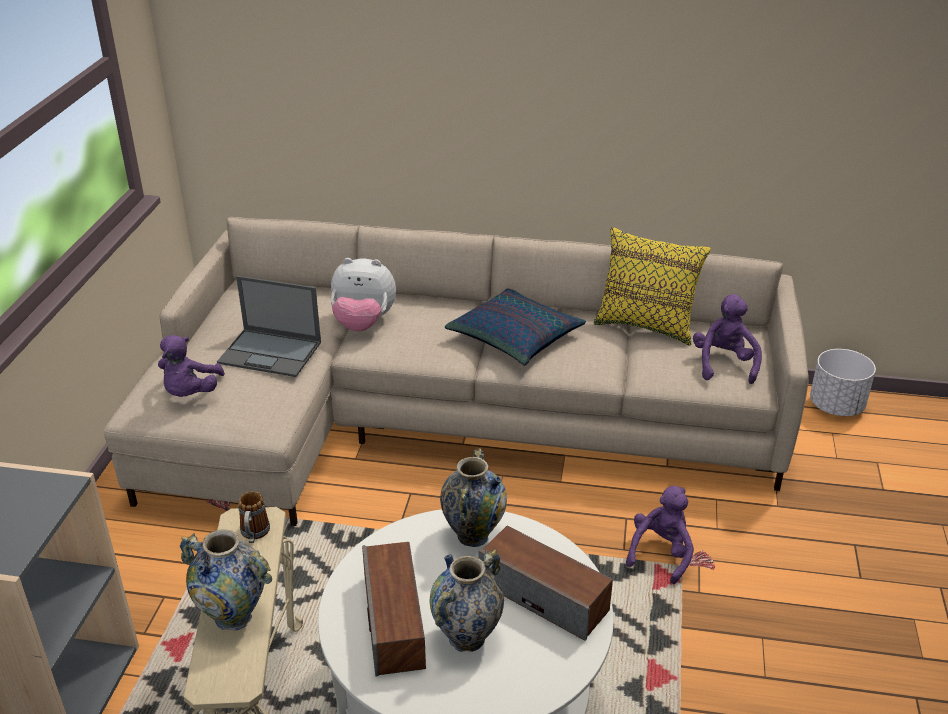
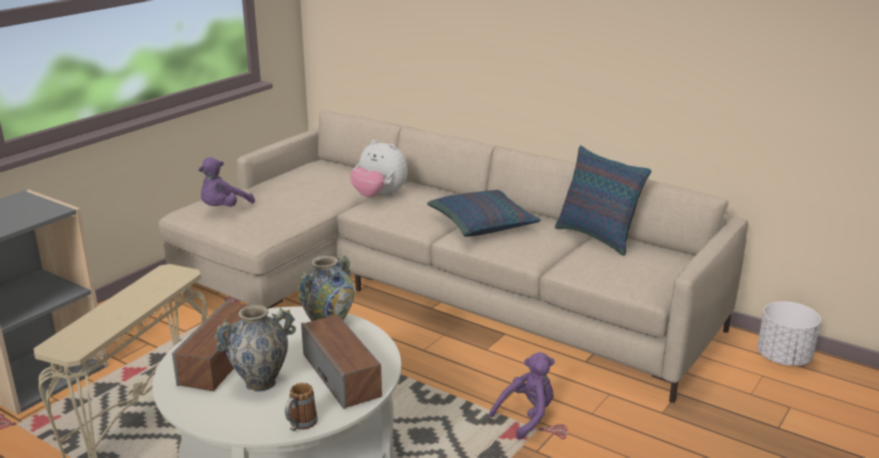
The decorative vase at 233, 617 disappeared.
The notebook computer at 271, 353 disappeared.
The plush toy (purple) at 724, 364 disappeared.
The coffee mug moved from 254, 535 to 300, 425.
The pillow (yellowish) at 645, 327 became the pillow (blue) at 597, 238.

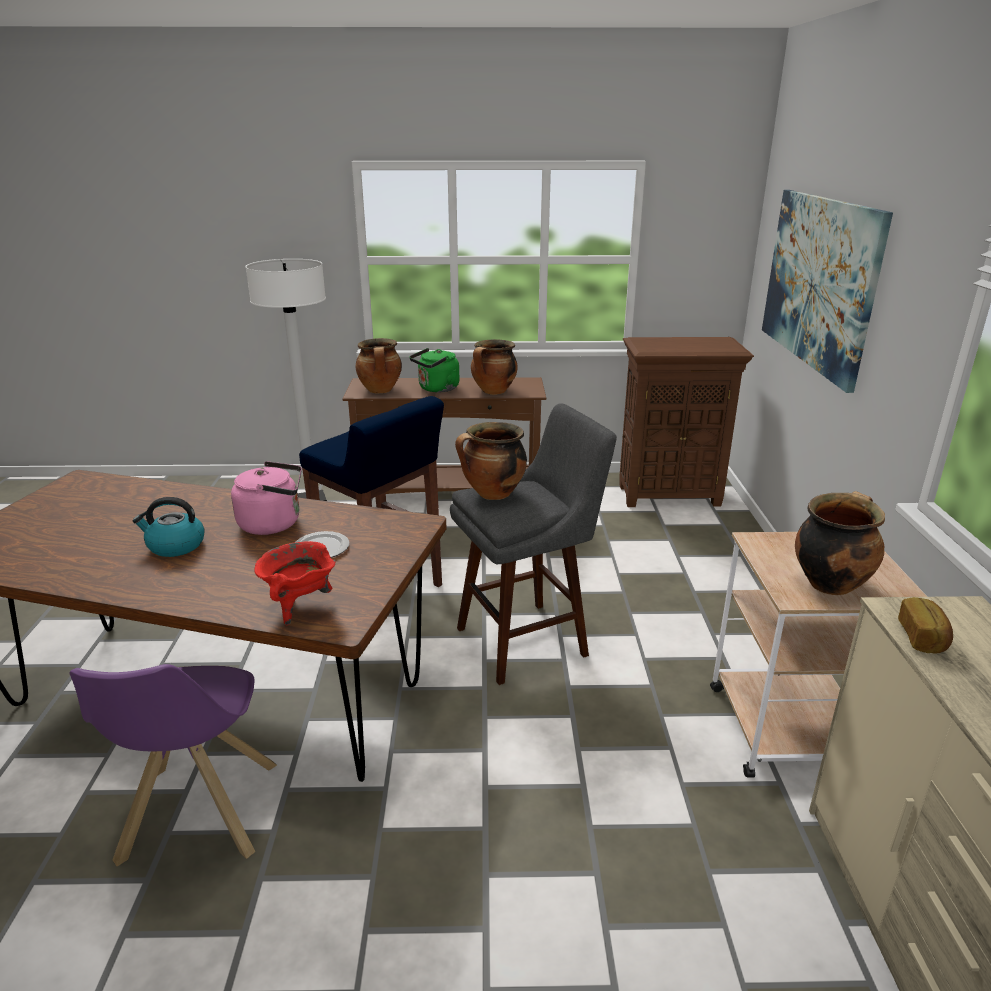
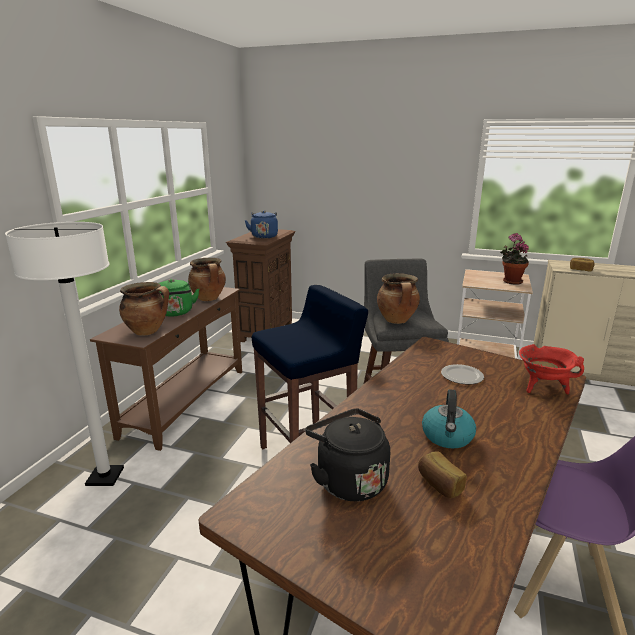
The water kettle (pink-coloured) at 274, 523 disappeared.
The wall picture at 819, 282 disappeared.
The water kettle (blue) at 264, 236 appeared.
The water kettle (black-coloured) at 348, 480 appeared.
The bread at 439, 485 appeared.
The stockpot at 830, 583 was replaced by the houseplant at 510, 282.

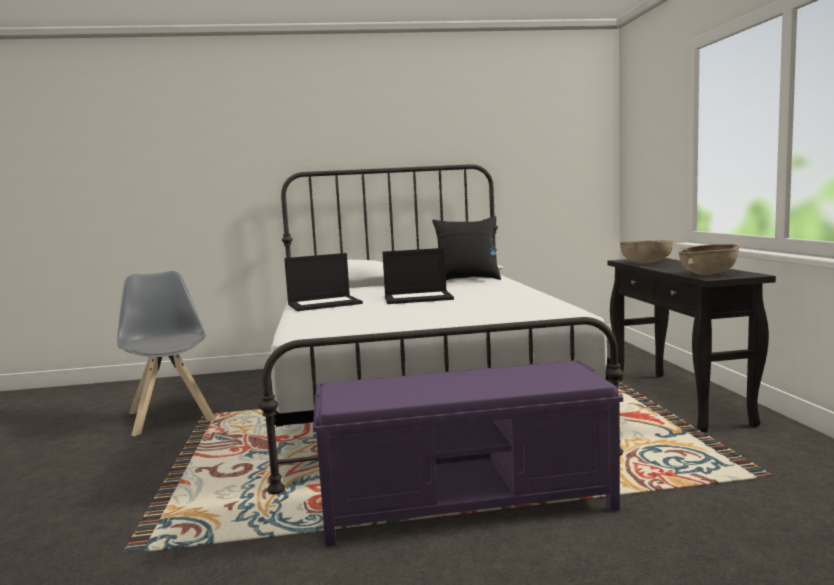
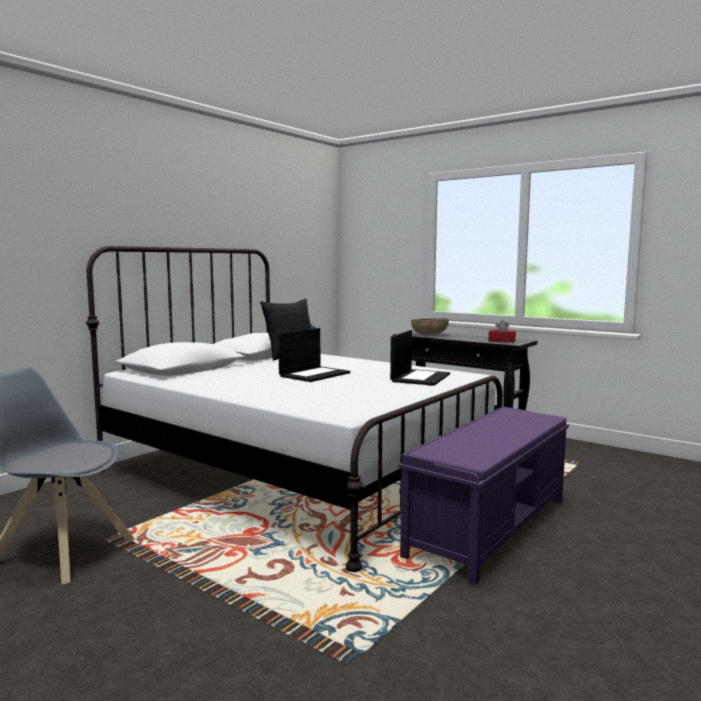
The notebook computer moved from 325, 304 to 420, 377.
The deep dish (brownish) at 709, 274 was replaced by the box of tissues (reddish) at 501, 341.

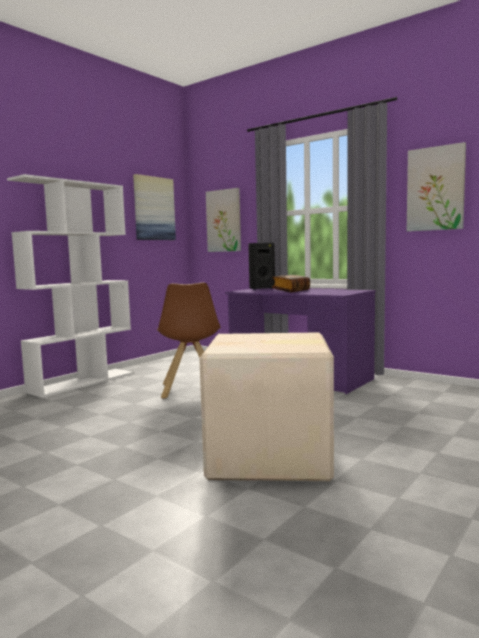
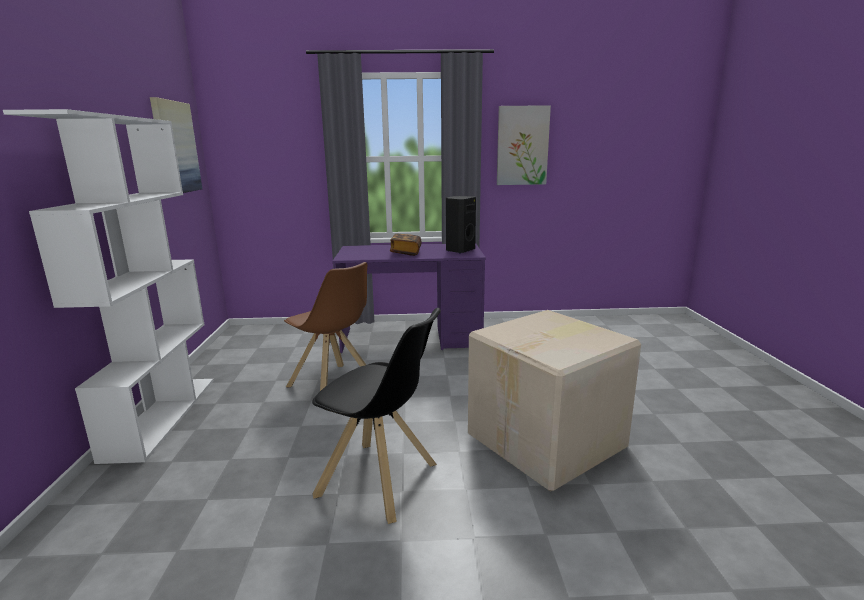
The wall picture at 224, 221 disappeared.
The plain chair (black-coloured) at 380, 480 appeared.
The speaker (black-coloured) moved from 261, 289 to 459, 250.

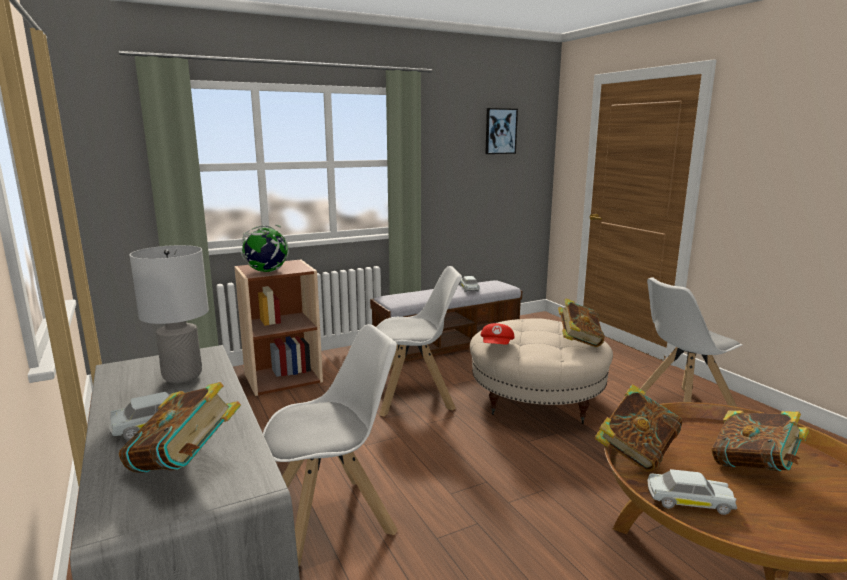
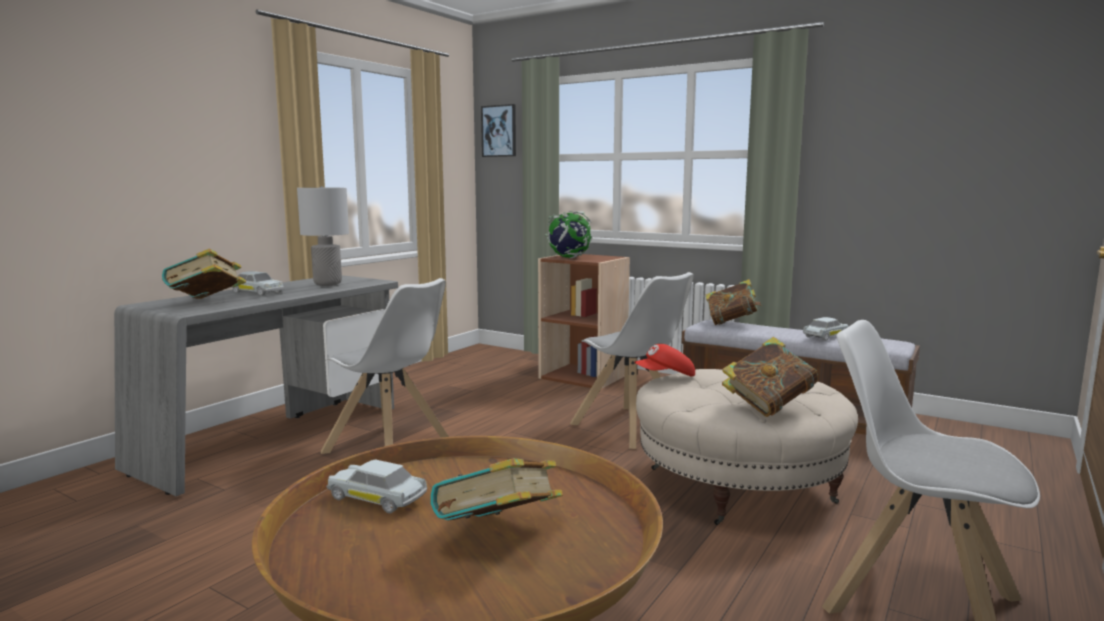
The wall picture moved from 500, 131 to 499, 131.
The book moved from 636, 453 to 731, 323.
The toy car (white) at 689, 501 turned 135 degrees clockwise.

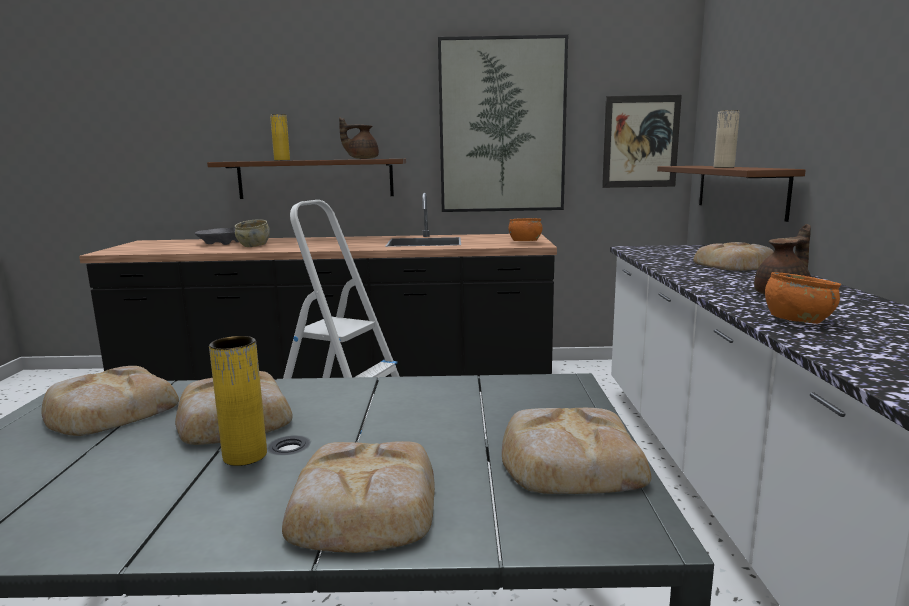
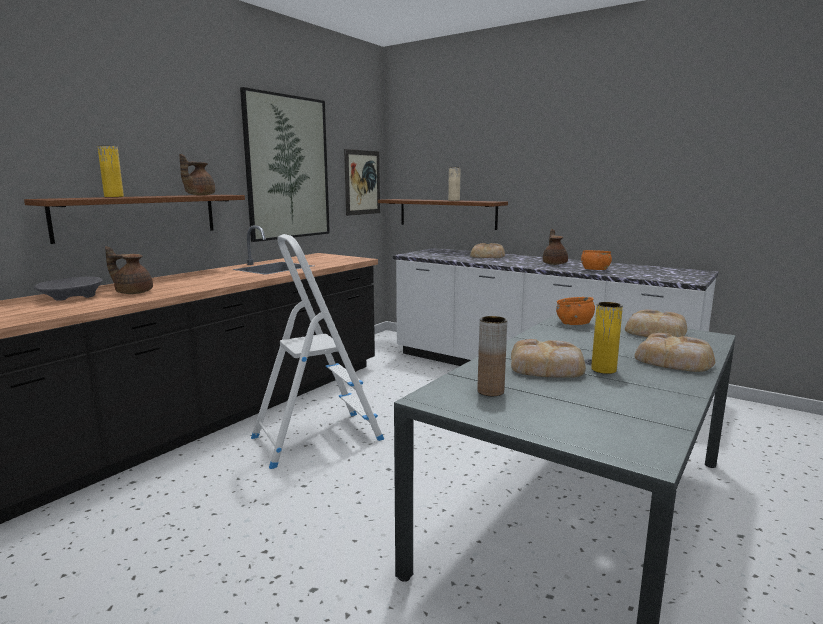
The deep dish (orangey) moved from 525, 242 to 574, 323.
The bread at 109, 411 was replaced by the decorative vase (brownish) at 490, 391.
The deep dish (beige) at 253, 245 was replaced by the tea pot (brownish) at 133, 292.

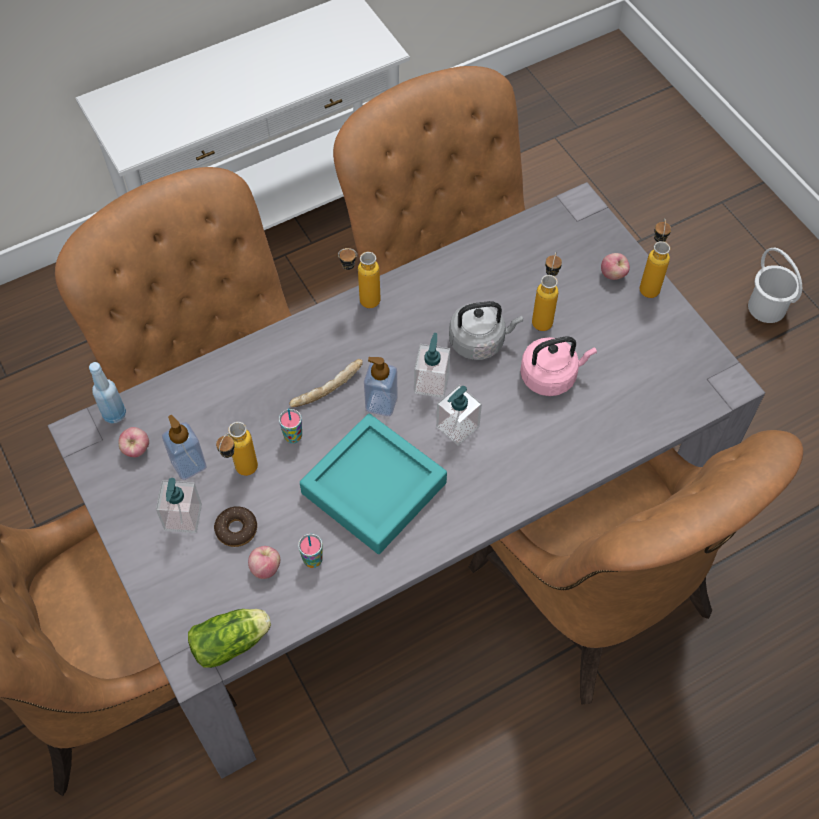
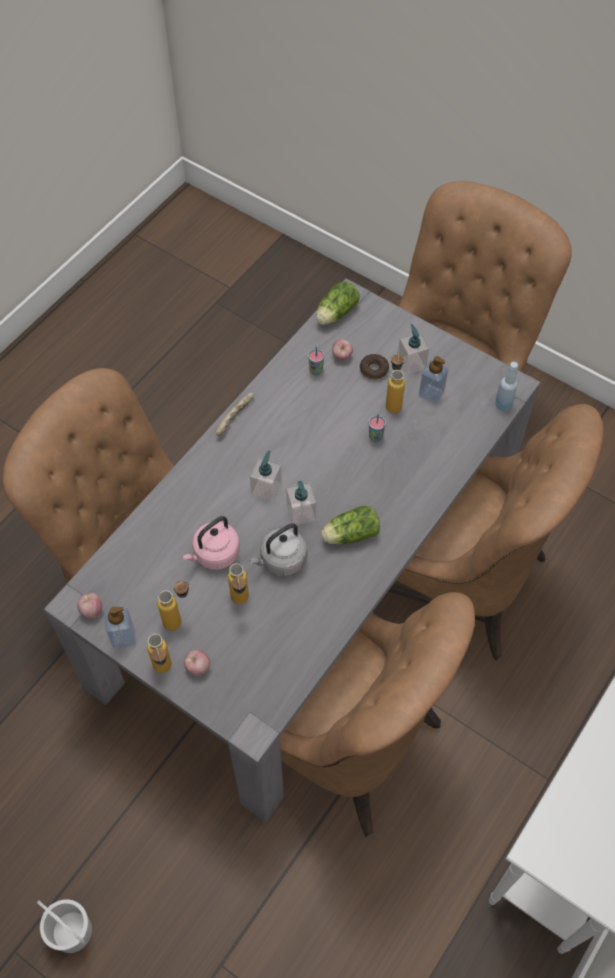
The carrying tray (blue-green) at 374, 488 disappeared.
The lettuce at 349, 535 appeared.
The whole apple moved from 136, 449 to 92, 610.
The bread moved from 326, 387 to 235, 417.
The bottle moved from 361, 301 to 179, 619.
The soap dispenser moved from 381, 403 to 123, 637.

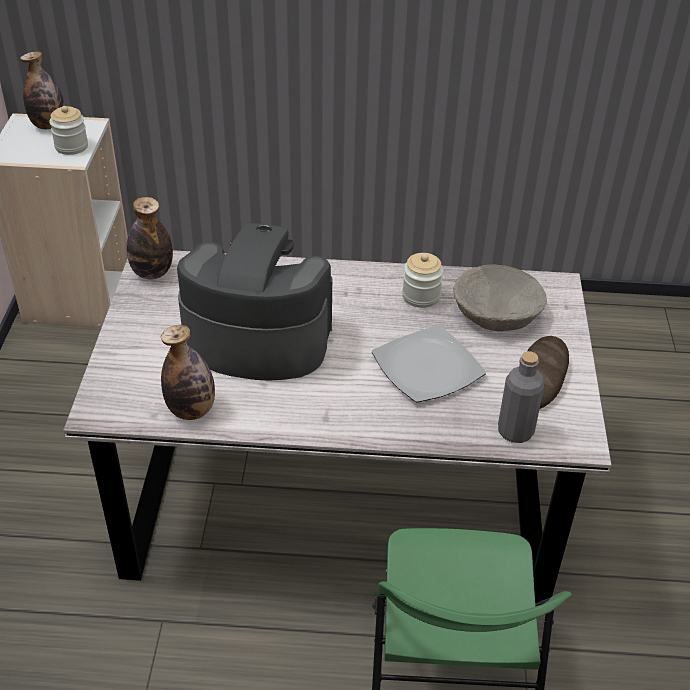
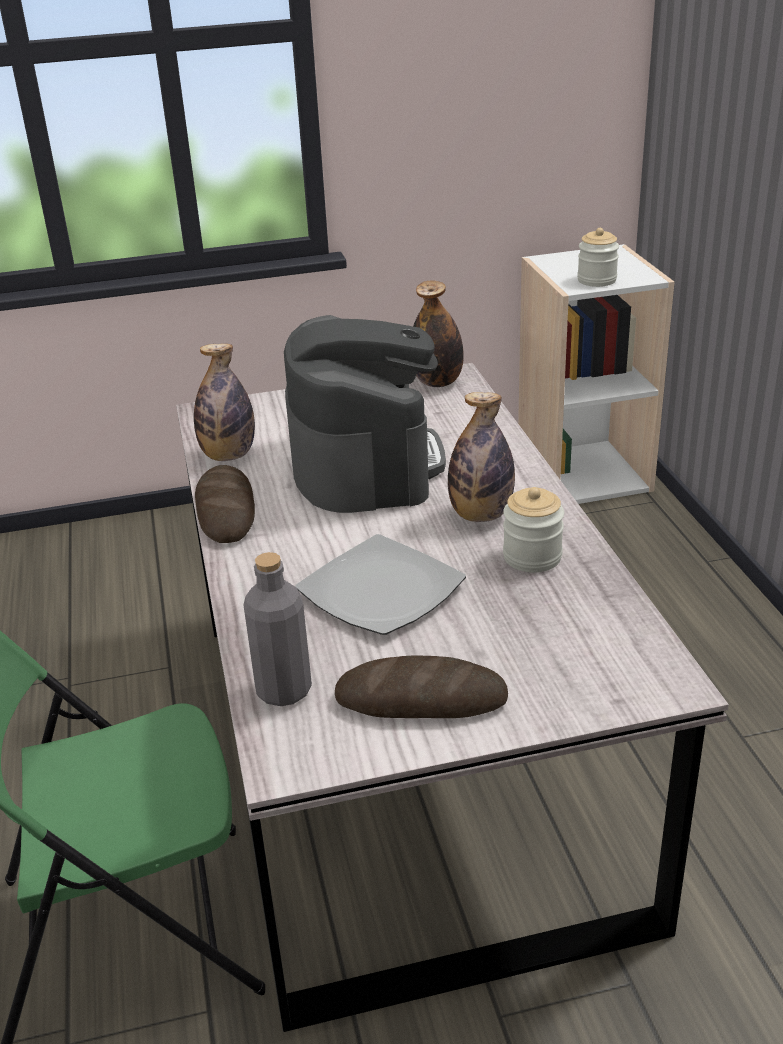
The deep dish (beige) at 496, 312 disappeared.
The bread at 226, 510 appeared.
The bottle moved from 49, 125 to 480, 515.

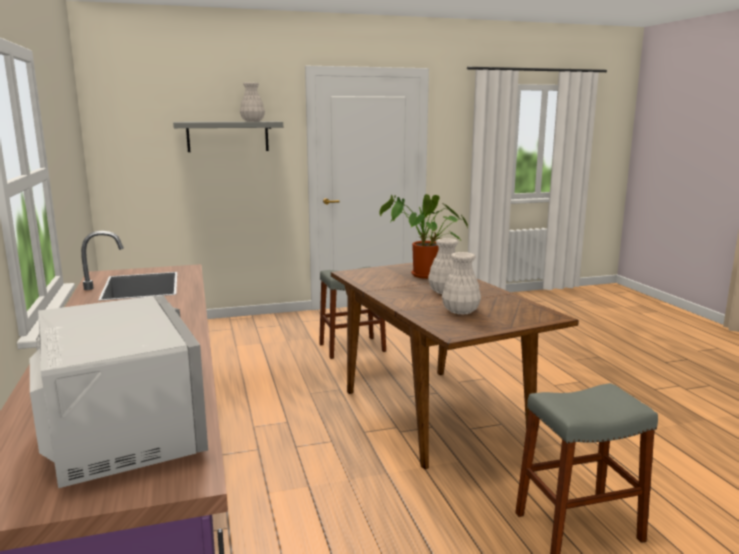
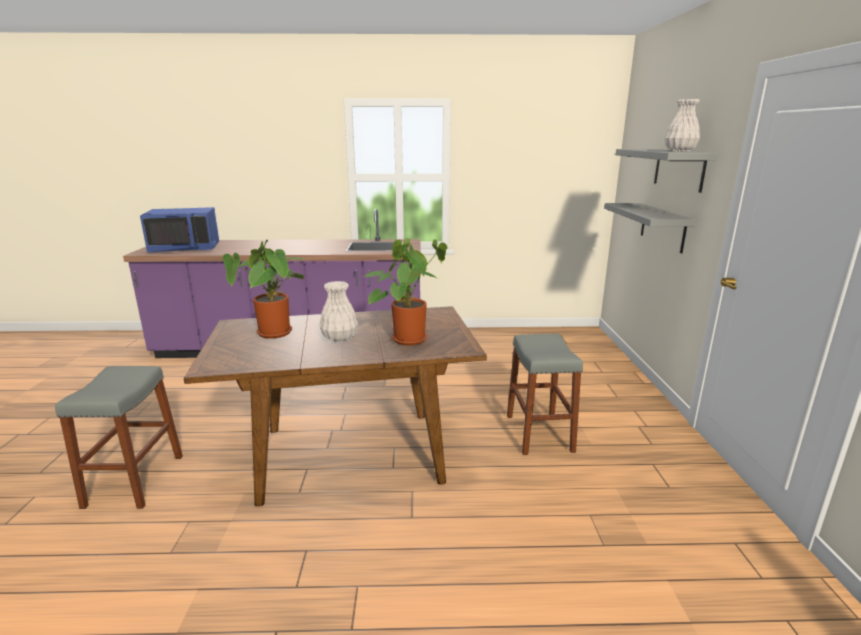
The wall shelf (gray) at 662, 227 appeared.
The decorative vase (white) at 461, 311 was replaced by the houseplant at 276, 334.
The microwave (gray) at 120, 431 became the microwave (blue) at 185, 248.

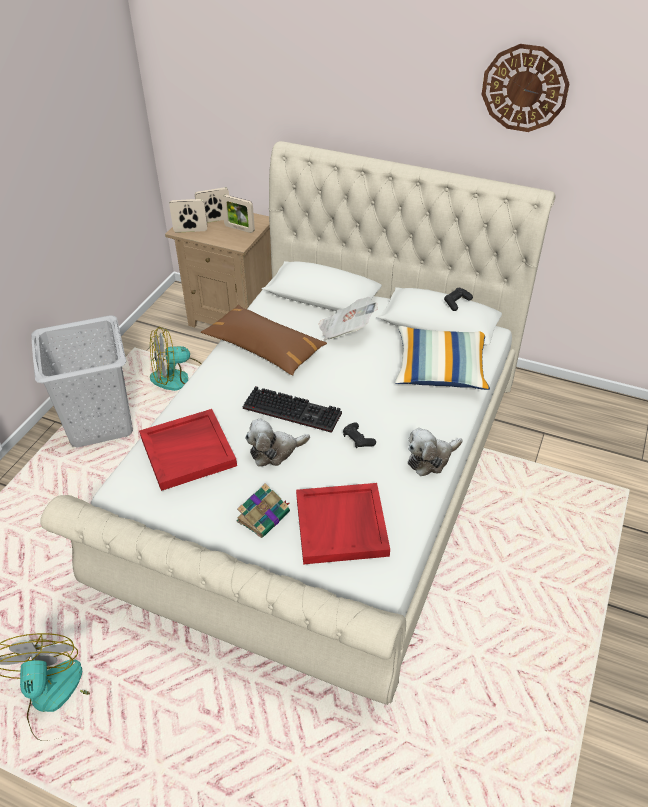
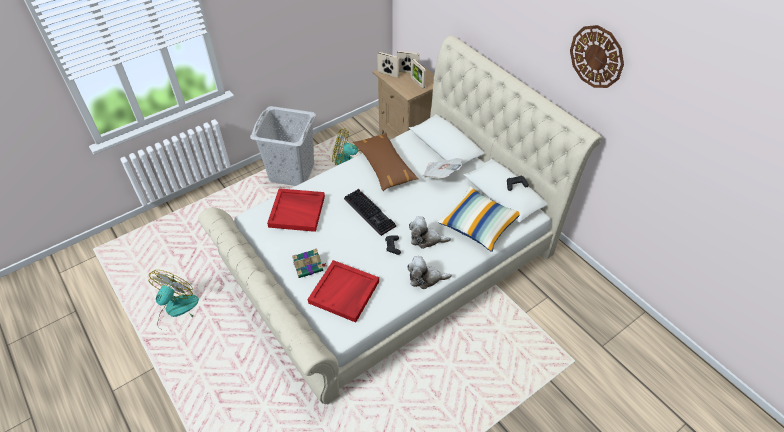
The plush toy moved from 275, 451 to 426, 239.

